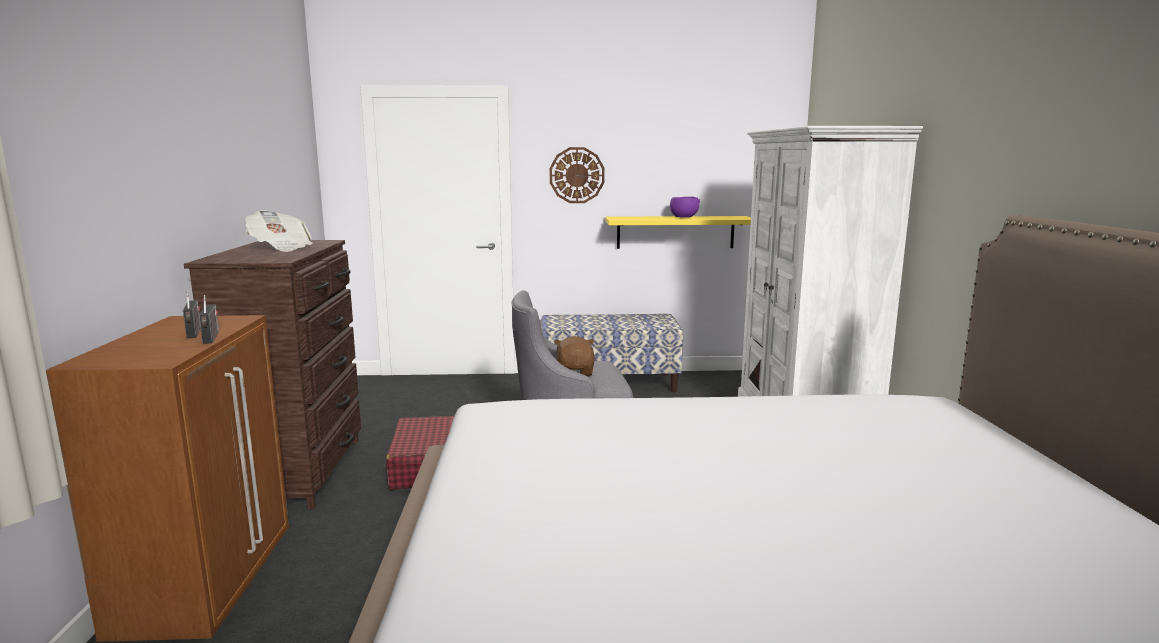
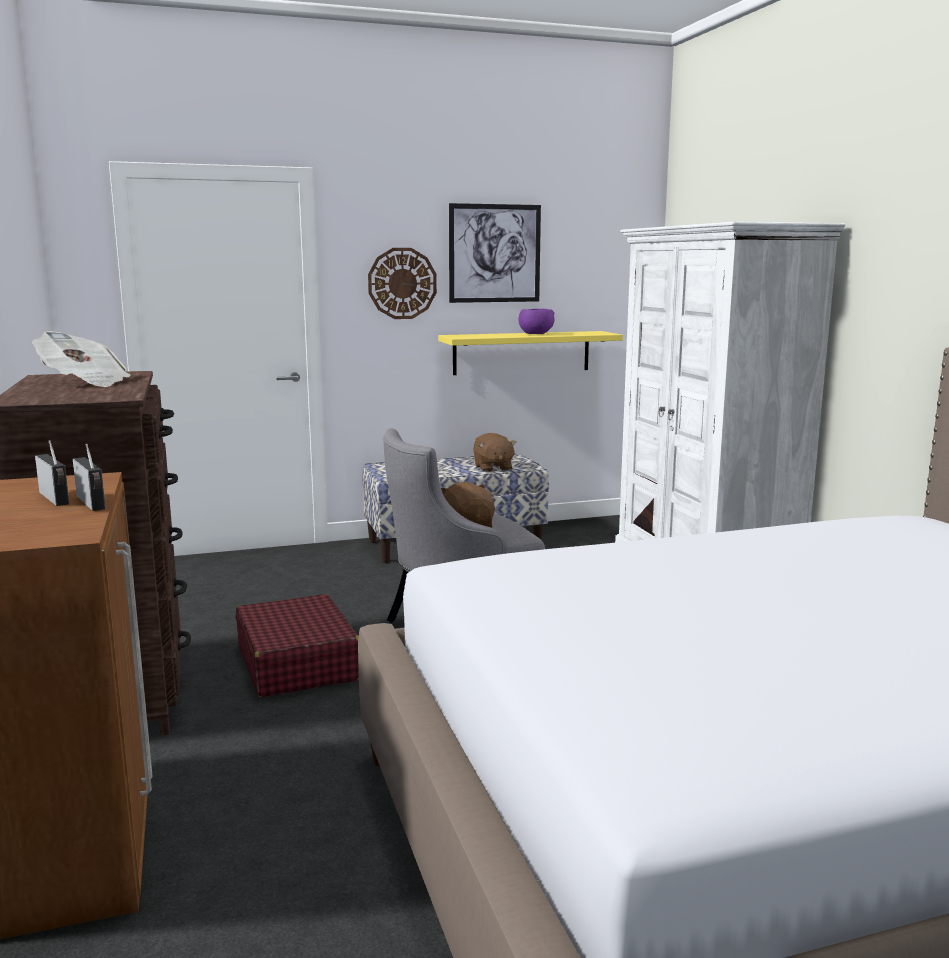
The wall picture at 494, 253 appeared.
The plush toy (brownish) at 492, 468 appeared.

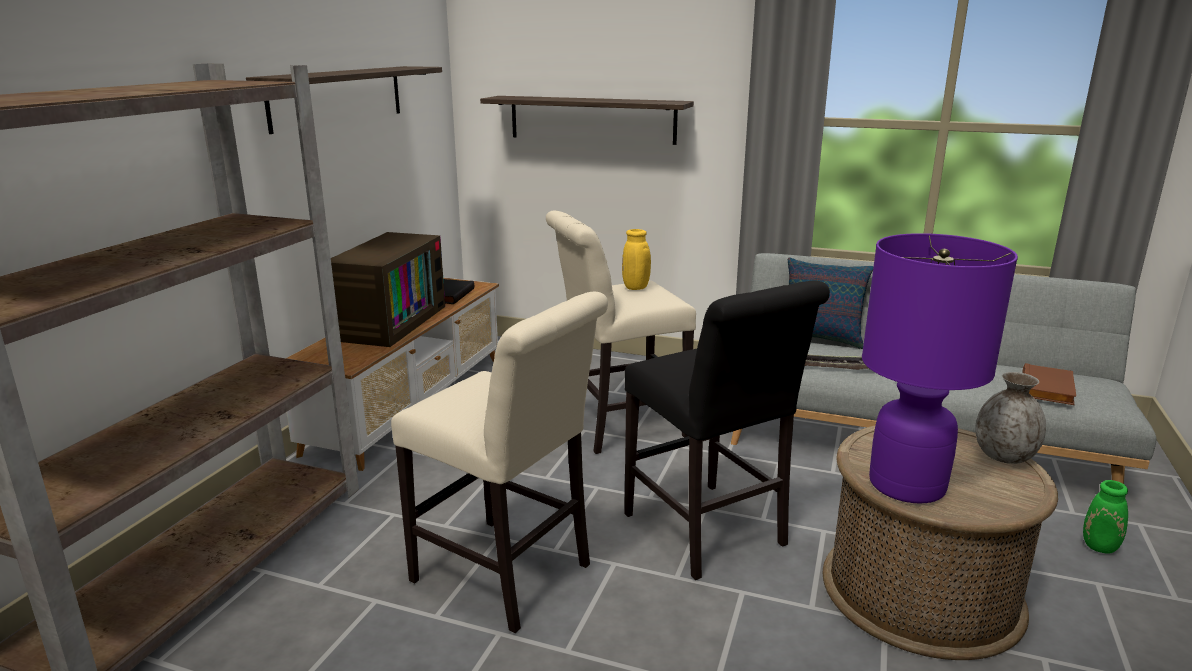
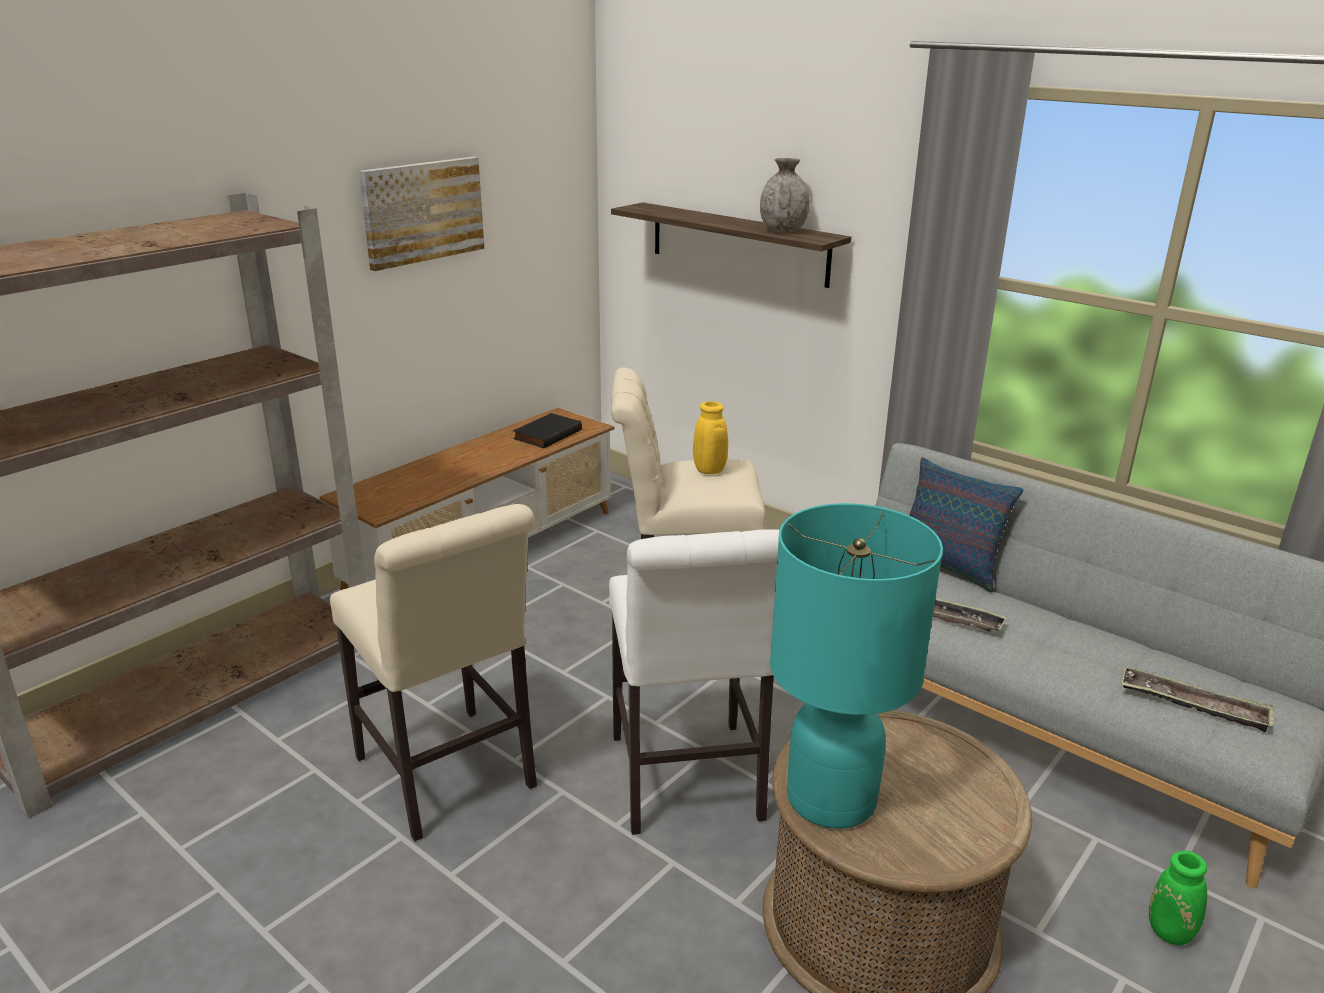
The TV at 389, 322 disappeared.
The decorative vase (gray) moved from 1004, 457 to 782, 230.
The wall shelf at 338, 97 was replaced by the wall picture at 422, 211.
The book (brownish) at 1049, 389 was replaced by the carrying tray at 1193, 705.
The sitting stool (black-coloured) at 708, 535 became the sitting stool (white) at 686, 785.
The table lamp (purple) at 907, 485 became the table lamp (blue-green) at 832, 799.

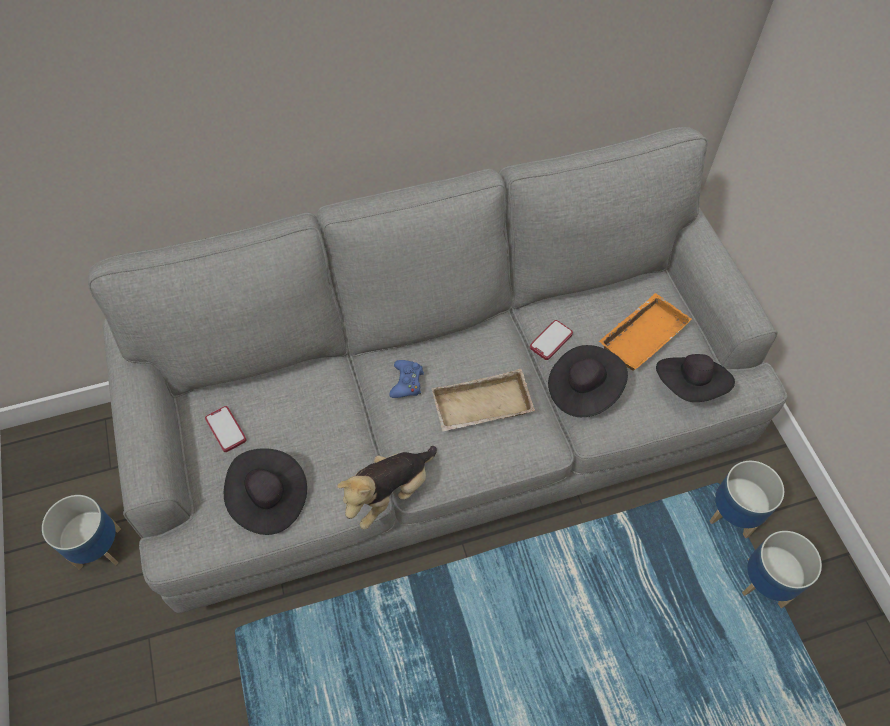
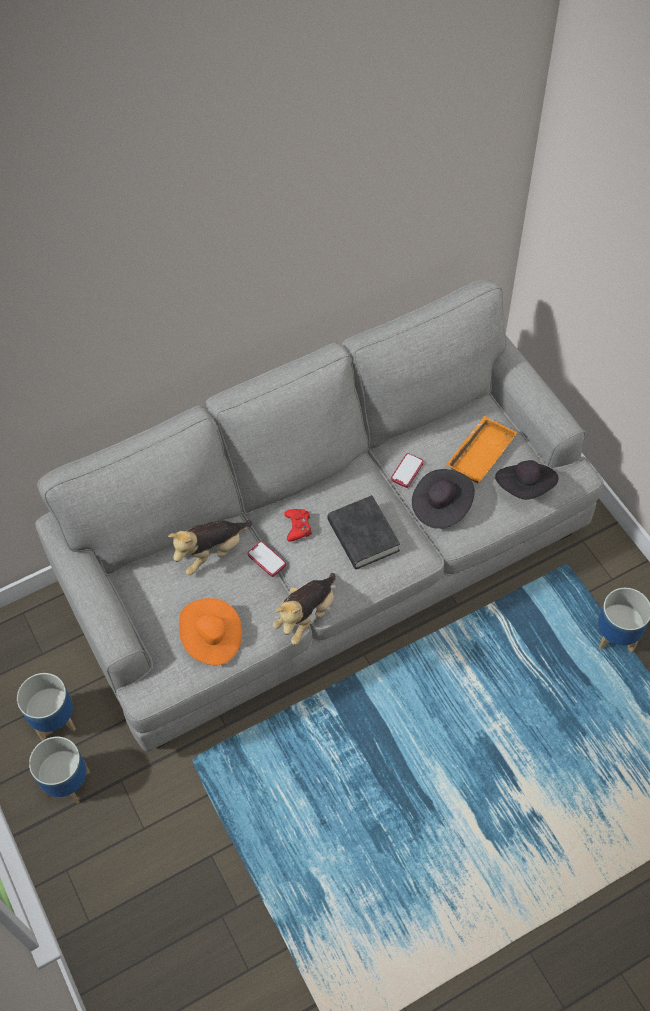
The plush toy at 212, 552 appeared.
The telephone moved from 226, 429 to 266, 559.
The flower pot moved from 733, 515 to 68, 783.
The carrying tray (beige) at 481, 408 was replaced by the book (black-coloured) at 363, 536.
The clothing hat (black-coloured) at 268, 499 became the clothing hat (orangey) at 211, 639.
The gamepad (blue) at 407, 382 became the gamepad (reddish) at 298, 527.

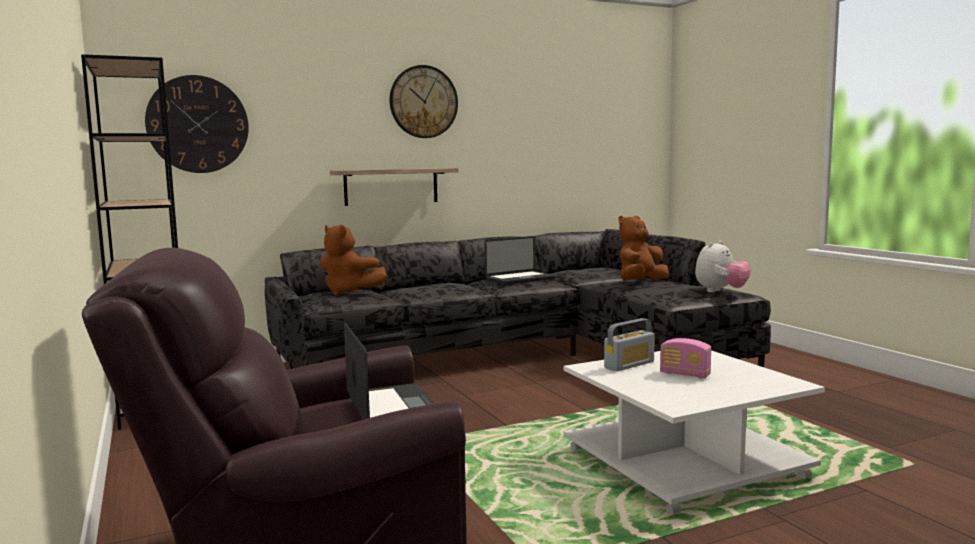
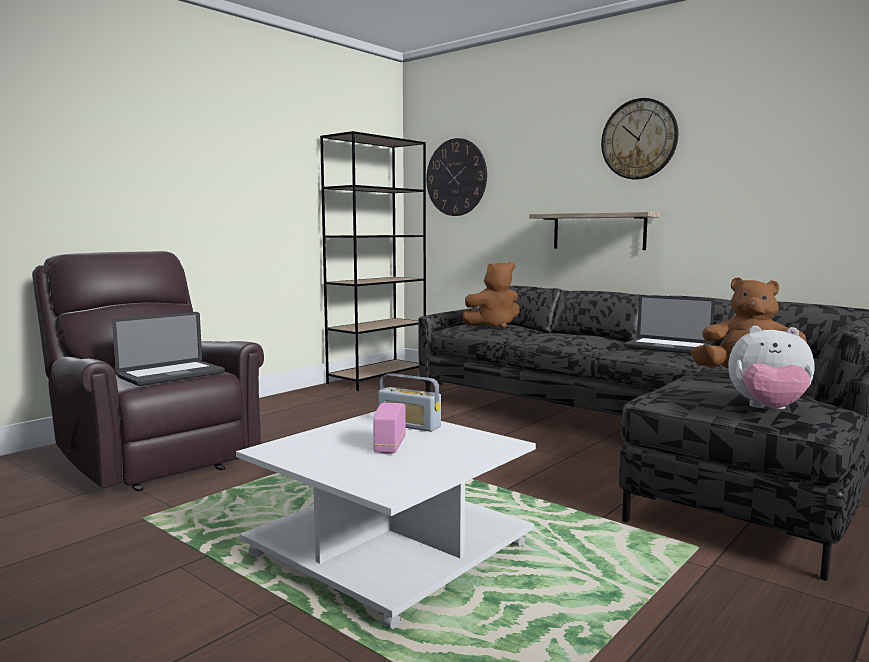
The plush toy (brownish) at 349, 292 turned 120 degrees counterclockwise.

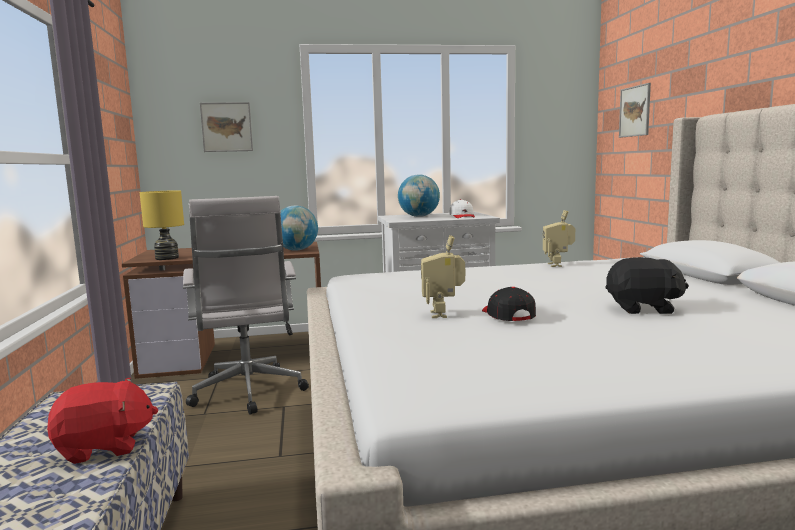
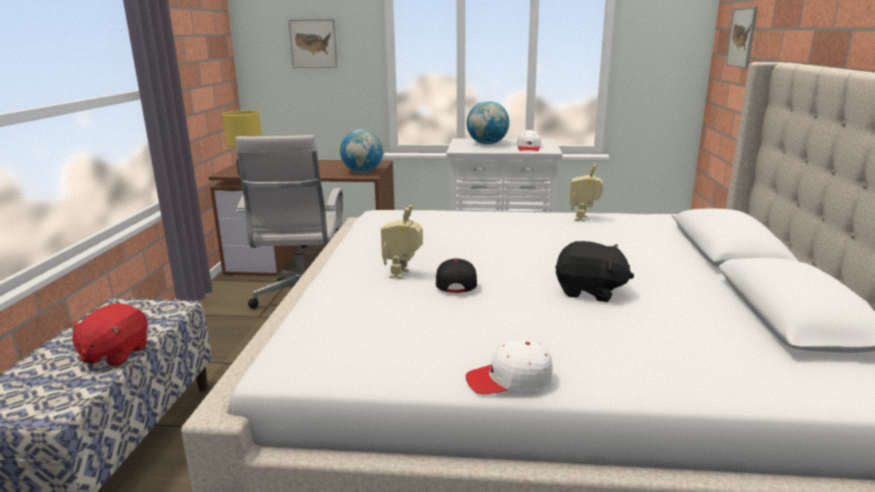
The cap (white) at 509, 379 appeared.
The plush toy (reddish) at 104, 447 turned 105 degrees clockwise.

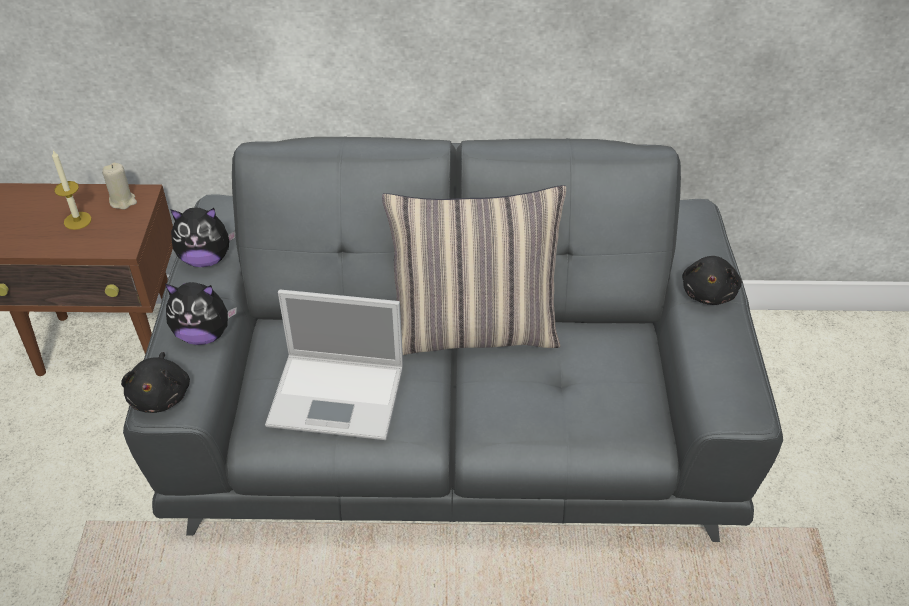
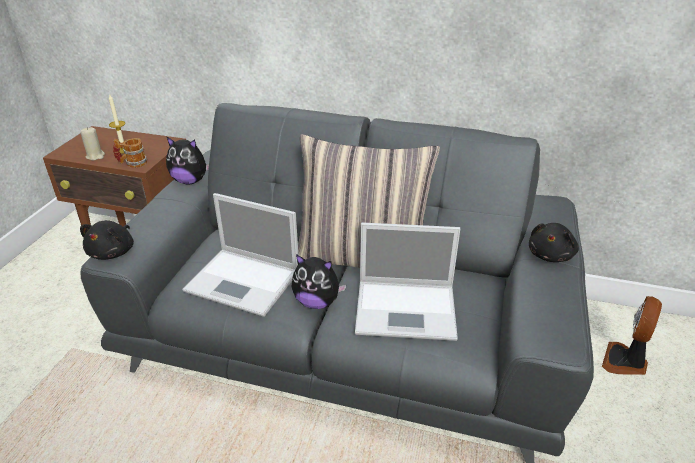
The coffee mug at 132, 163 appeared.
The notebook computer at 408, 309 appeared.
The fan at 625, 362 appeared.
The wax light (beige) moved from 123, 201 to 95, 156.
The plush toy moved from 203, 334 to 317, 302.

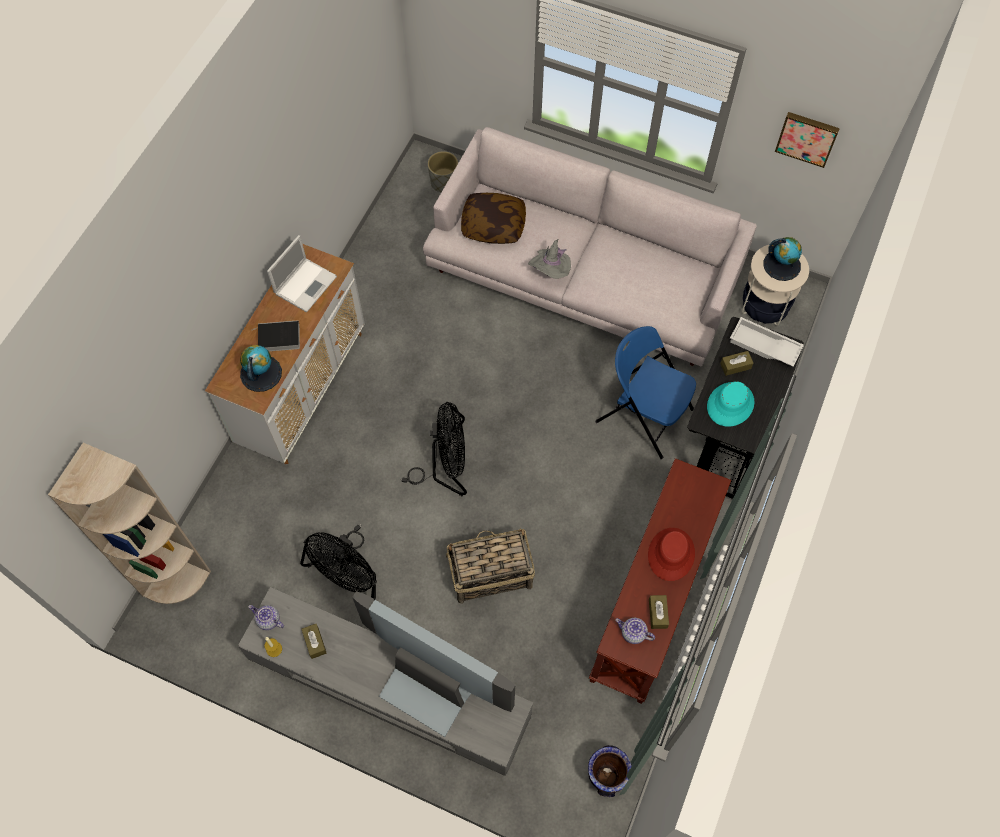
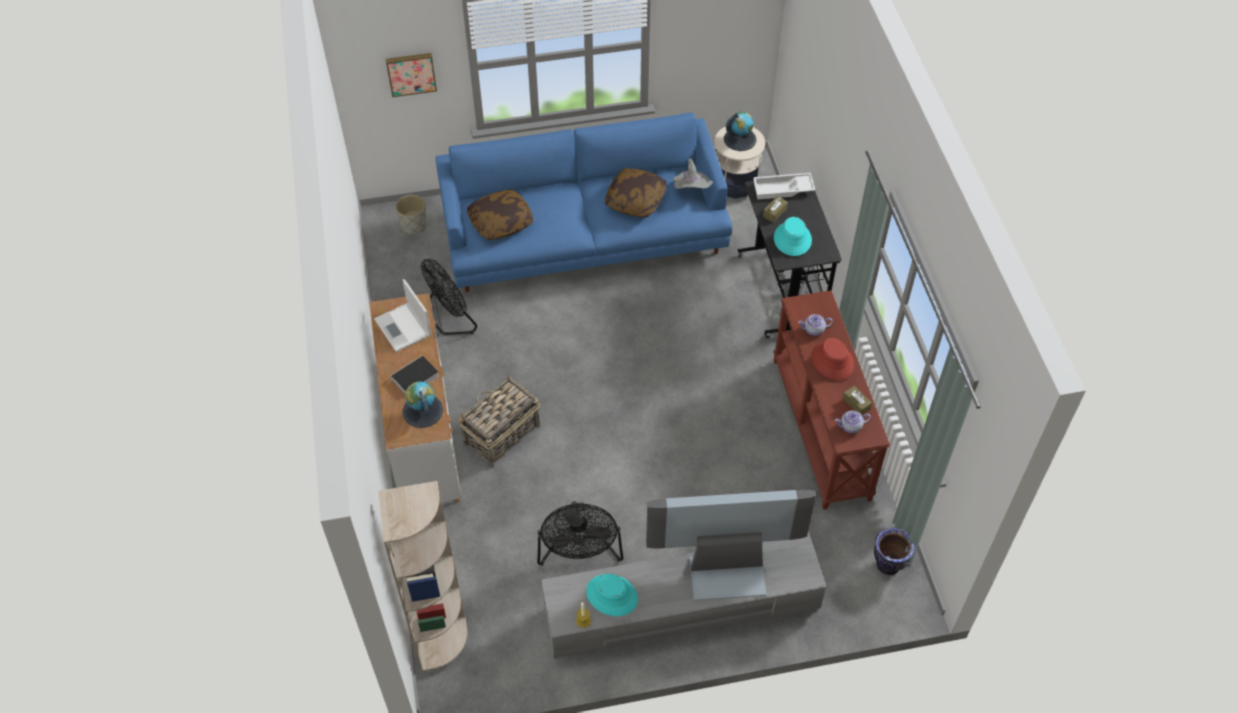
The plain chair (blue) at 644, 415 disappeared.
The pillow at 635, 200 appeared.
The tea pot moved from 268, 620 to 813, 330.
The fan (black-coloured) moved from 445, 463 to 443, 320.
The household basket moved from 490, 574 to 501, 434.
The clothing hat (gray) moved from 551, 271 to 691, 190.
The wall picture moved from 807, 137 to 411, 73.
The box of tissues (brownish) at 315, 642 was replaced by the clothing hat (blue-green) at 611, 595.
The sofa (white) at 584, 275 became the sofa (blue) at 584, 234.
The notebook computer at 306, 284 turned 150 degrees clockwise.

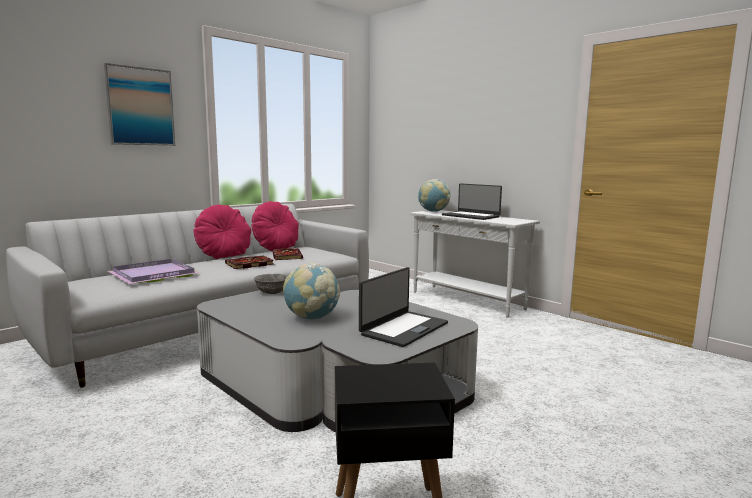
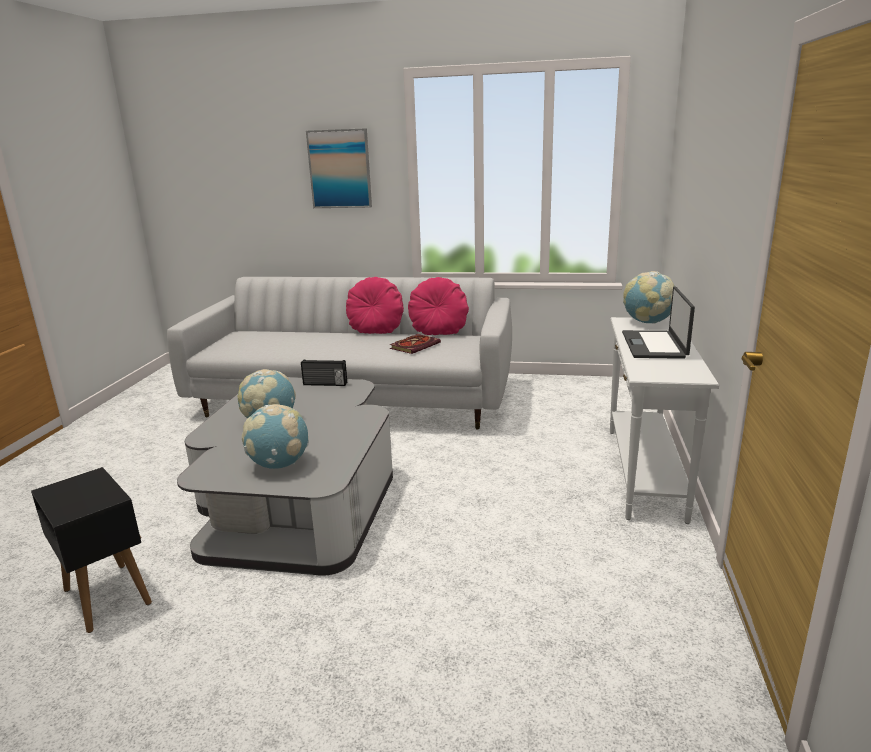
The carrying tray (purple) at 155, 275 disappeared.
The book at 249, 264 disappeared.
The deep dish (gray) at 271, 292 was replaced by the radio set at 325, 384.
The notebook computer at 403, 328 was replaced by the desk globe at 279, 465.

